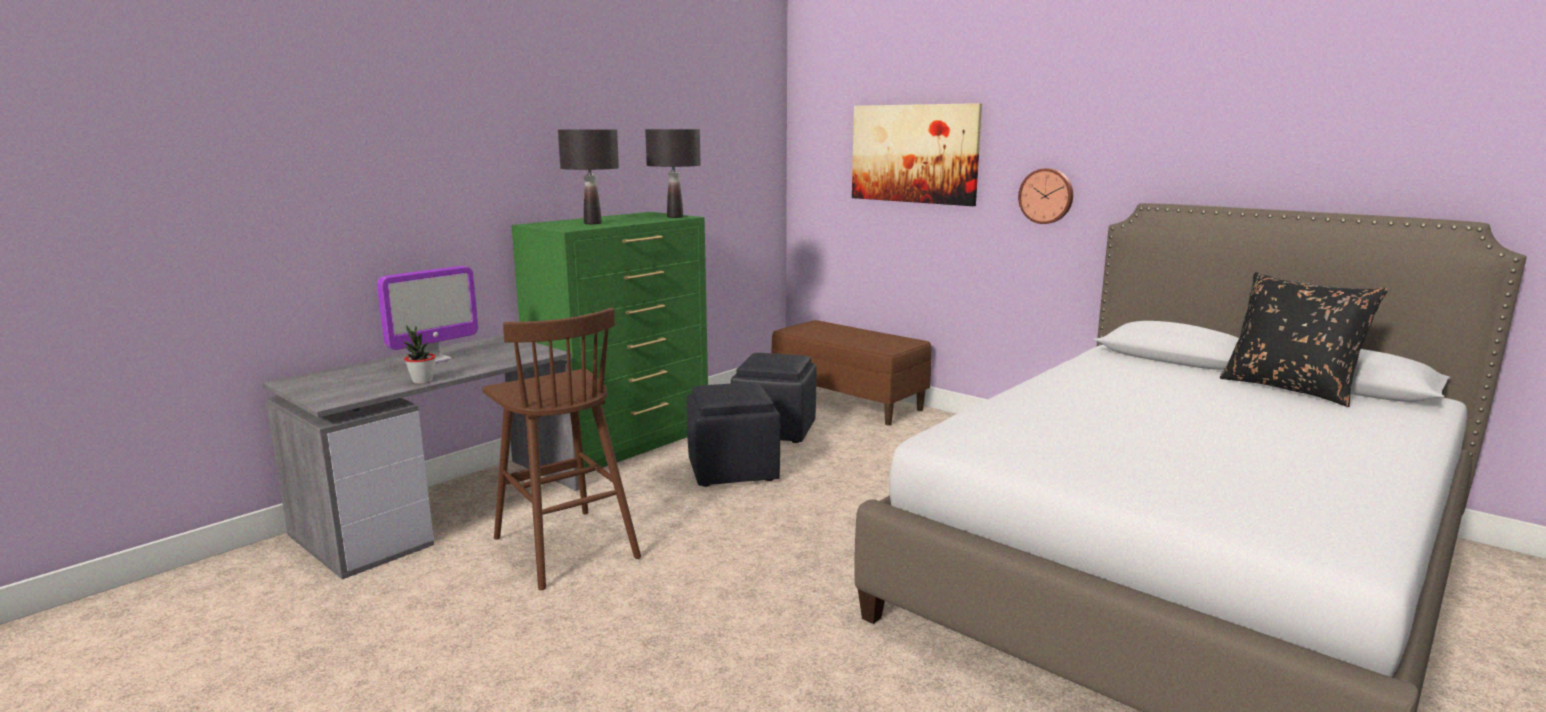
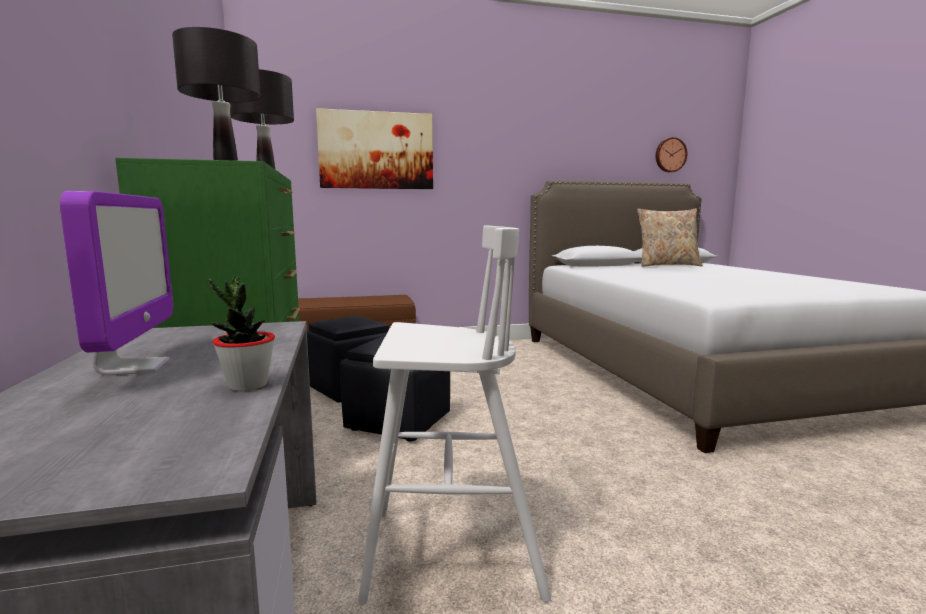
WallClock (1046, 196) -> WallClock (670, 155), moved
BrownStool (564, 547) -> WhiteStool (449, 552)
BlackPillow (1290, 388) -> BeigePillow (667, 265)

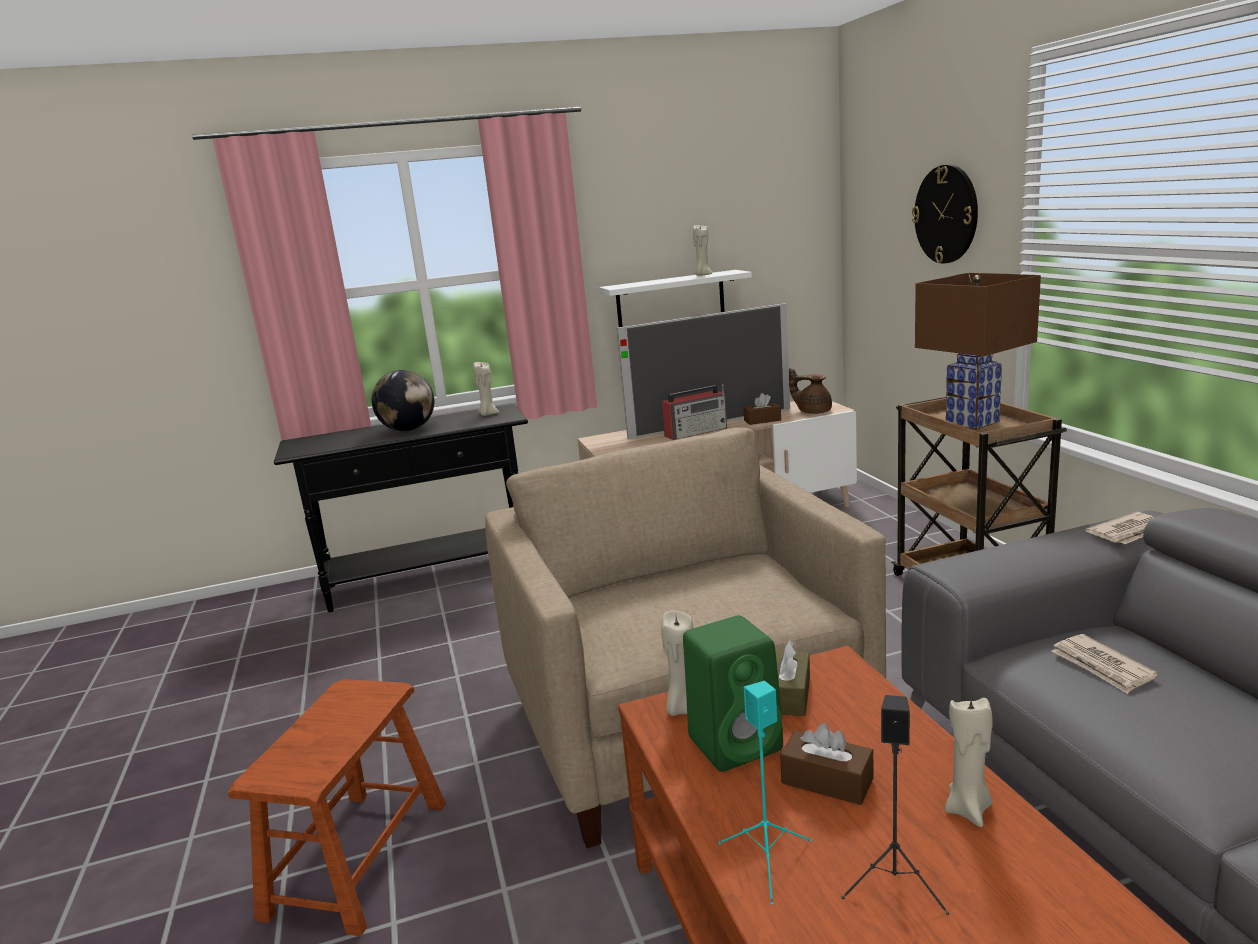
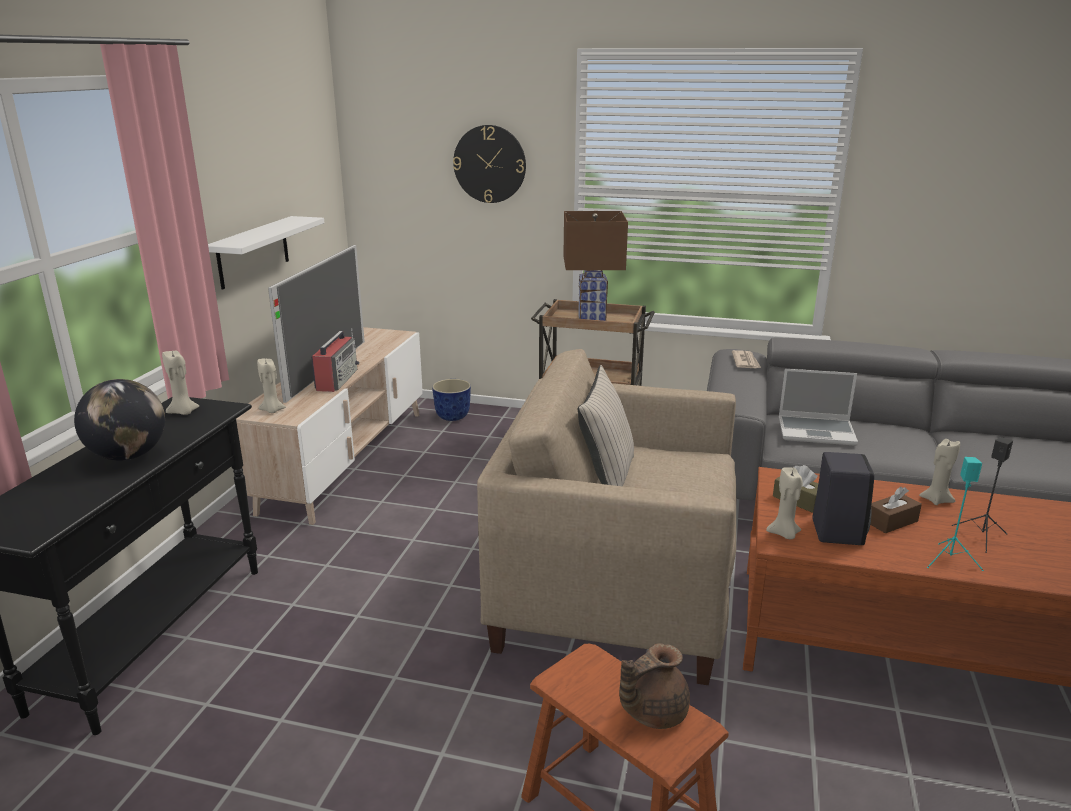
BrownTissueBox (762, 420) -> none
none -> Planter (452, 417)
none -> BeigePillow (606, 478)
BeigeCandle (702, 275) -> BeigeCandle (272, 410), moved
BrownTeapot (813, 411) -> BrownTeapot (652, 712), moved
Newspaper (1102, 666) -> Laptop (817, 431)
GreenSpeaker (737, 742) -> BlackSpeaker (836, 531)

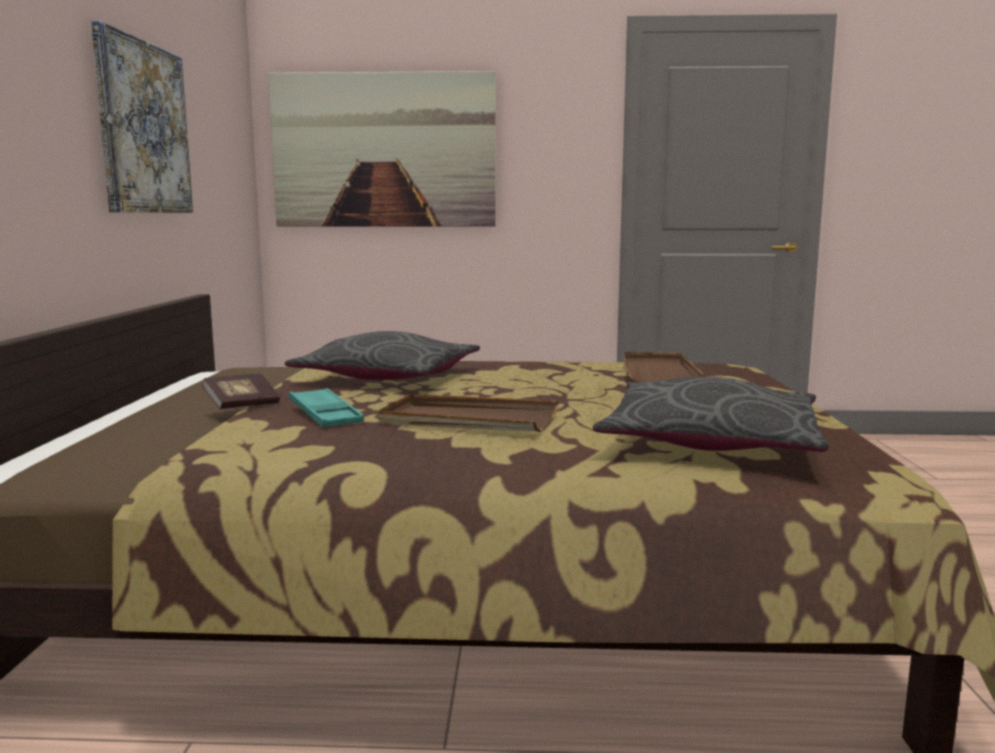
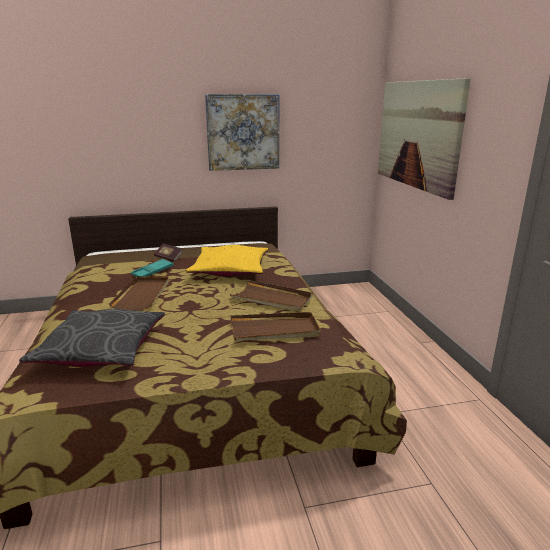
none -> BrownTray (272, 299)
GreyPillow (388, 377) -> YellowPillow (230, 270)

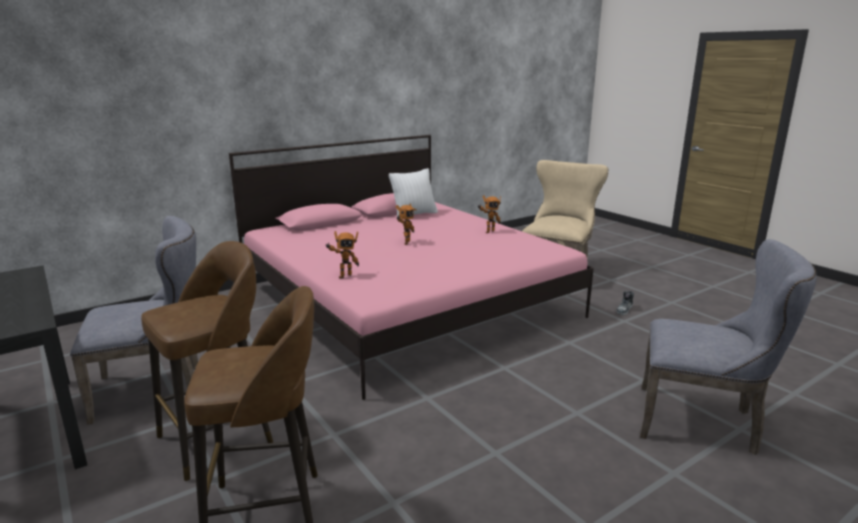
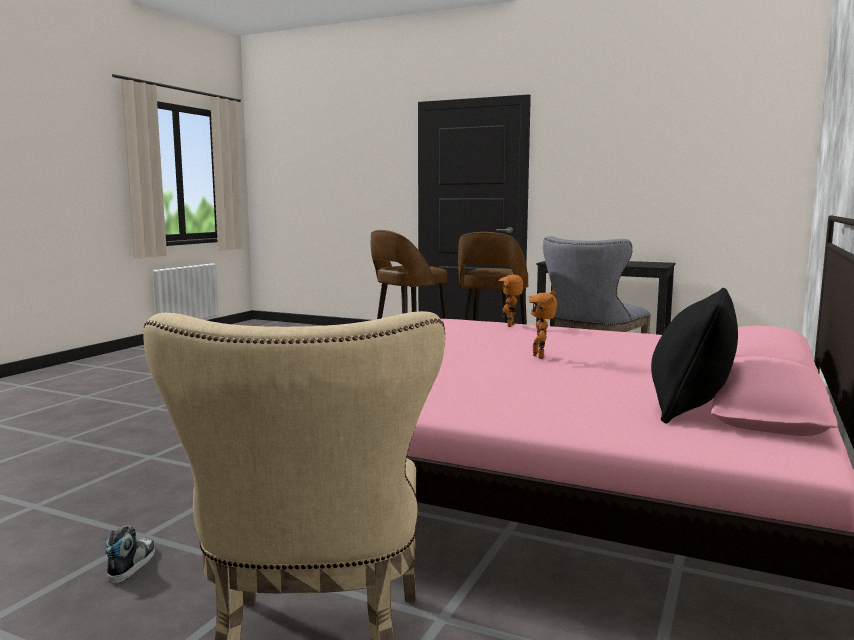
ToyRobot (488, 231) -> none
GreyChair (704, 422) -> none
WhitePillow (414, 215) -> BlackPillow (689, 408)

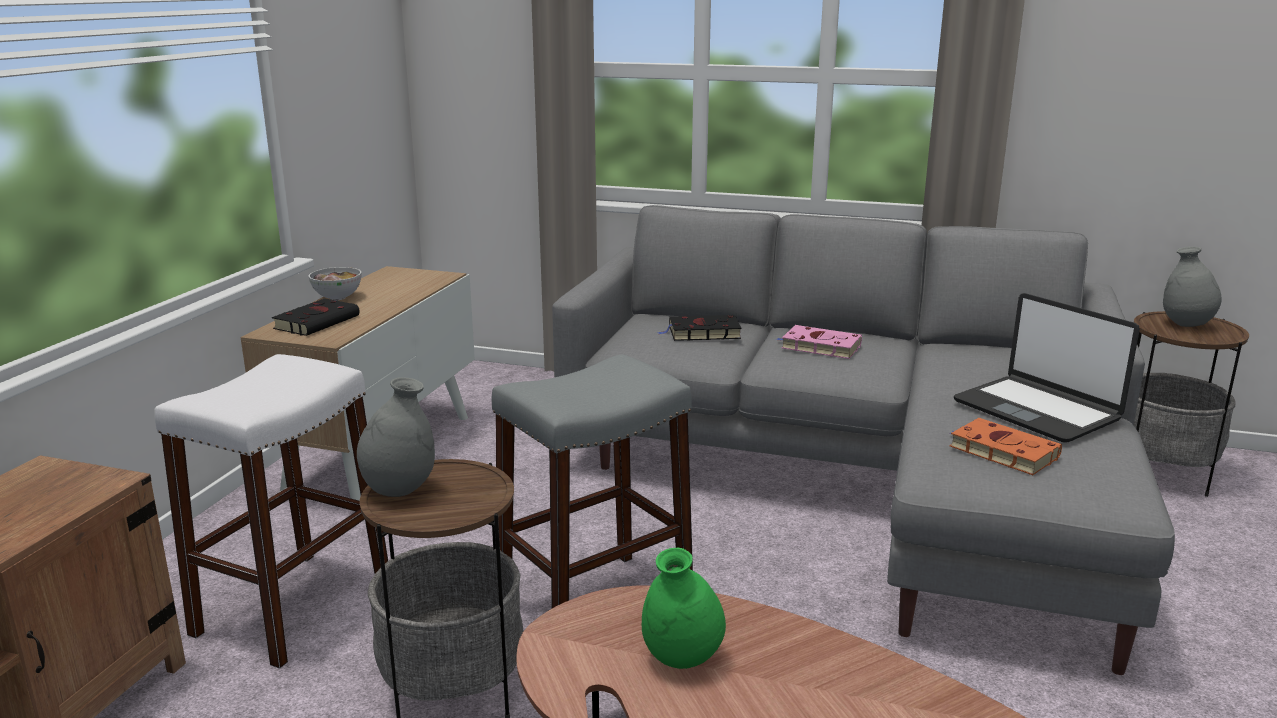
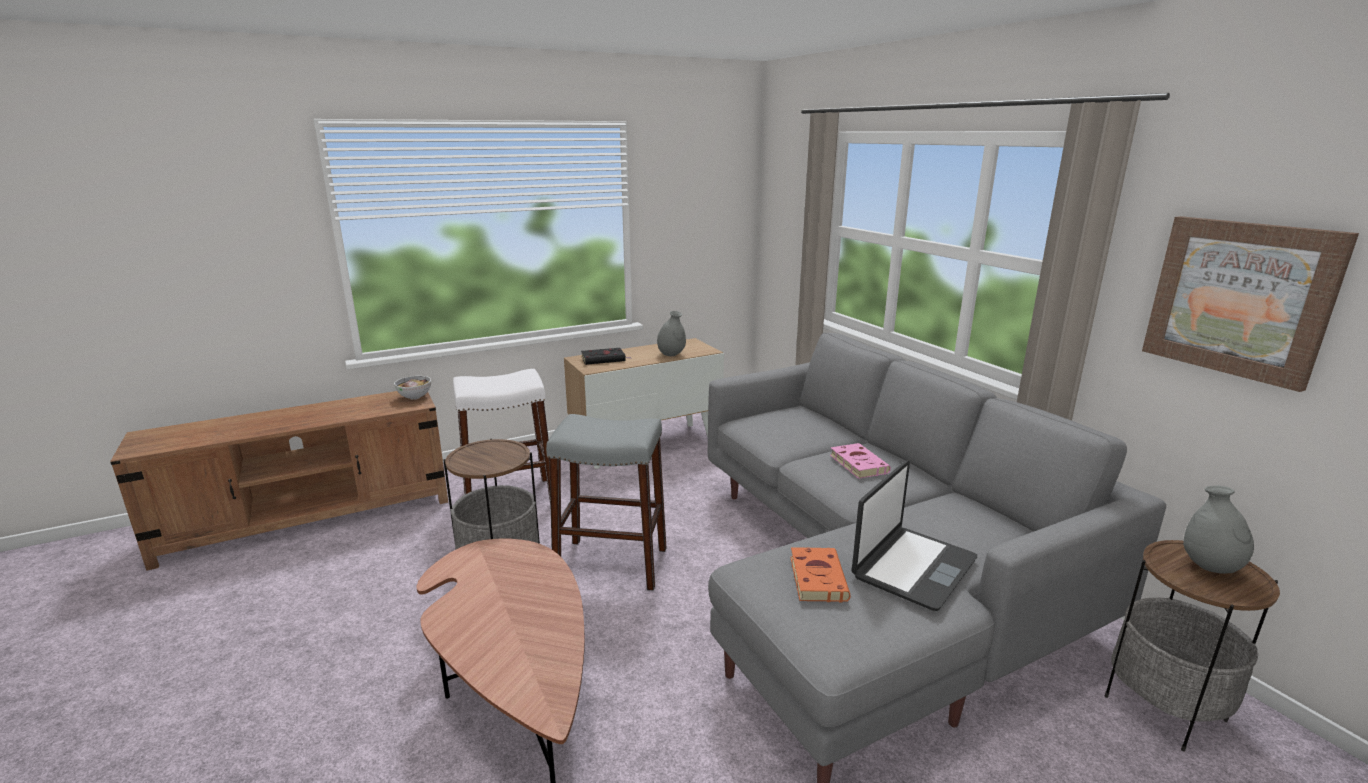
GreenVase (681, 659) -> none
BlackBook (702, 333) -> none
none -> Picture (1240, 298)
Bowl (338, 298) -> Bowl (415, 397), moved
GreyVase (399, 489) -> GreyVase (671, 354), moved
Laptop (1037, 410) -> Laptop (912, 567), 150 degrees counterclockwise

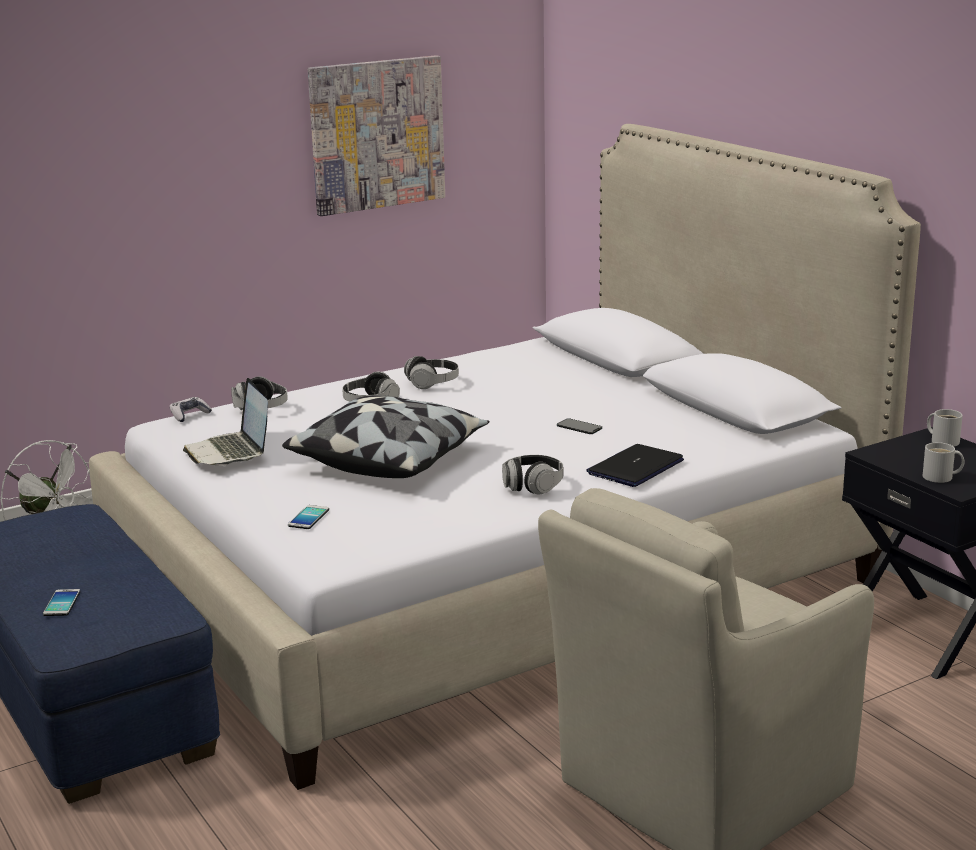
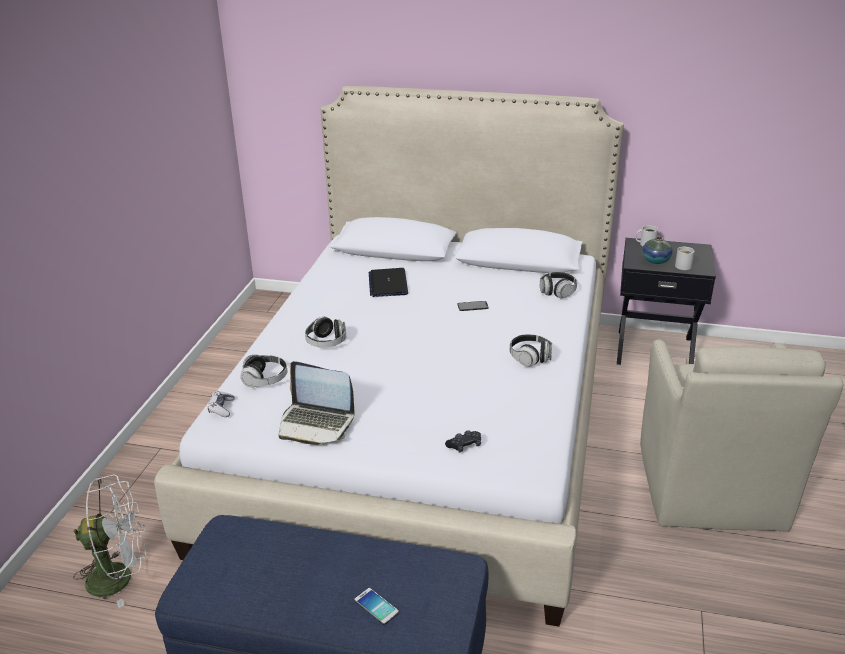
Pillow (389, 460) -> none
Picture (377, 134) -> none
none -> Vase (655, 261)
Headphones (432, 383) -> Headphones (557, 292), moved
Laptop (635, 467) -> Laptop (388, 283), moved
Phone (308, 518) -> BlackGameController (464, 446)

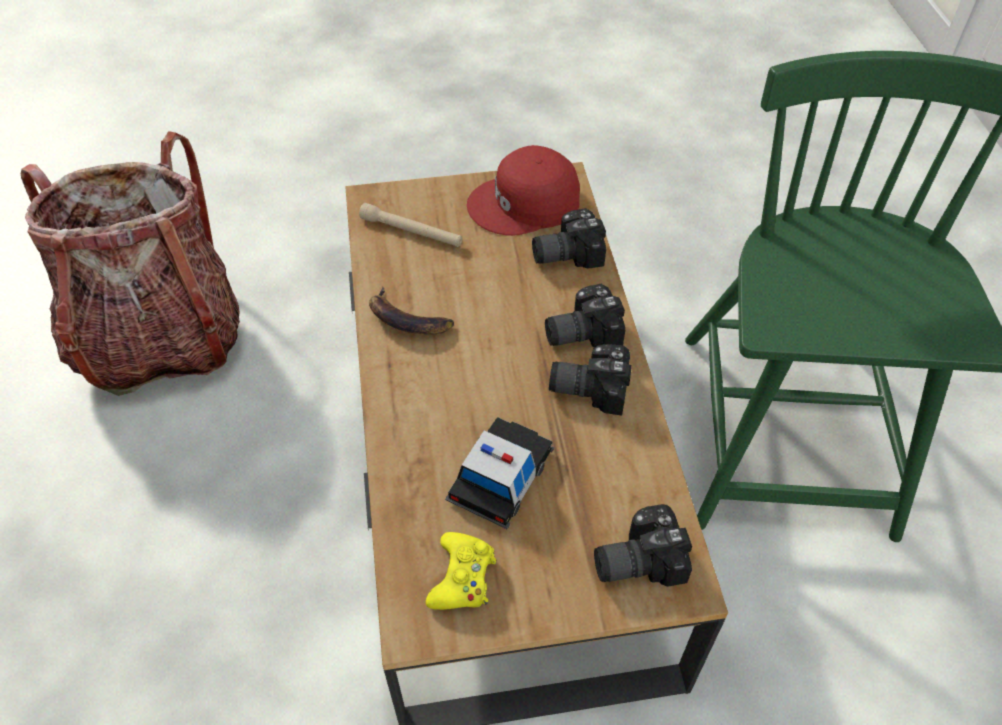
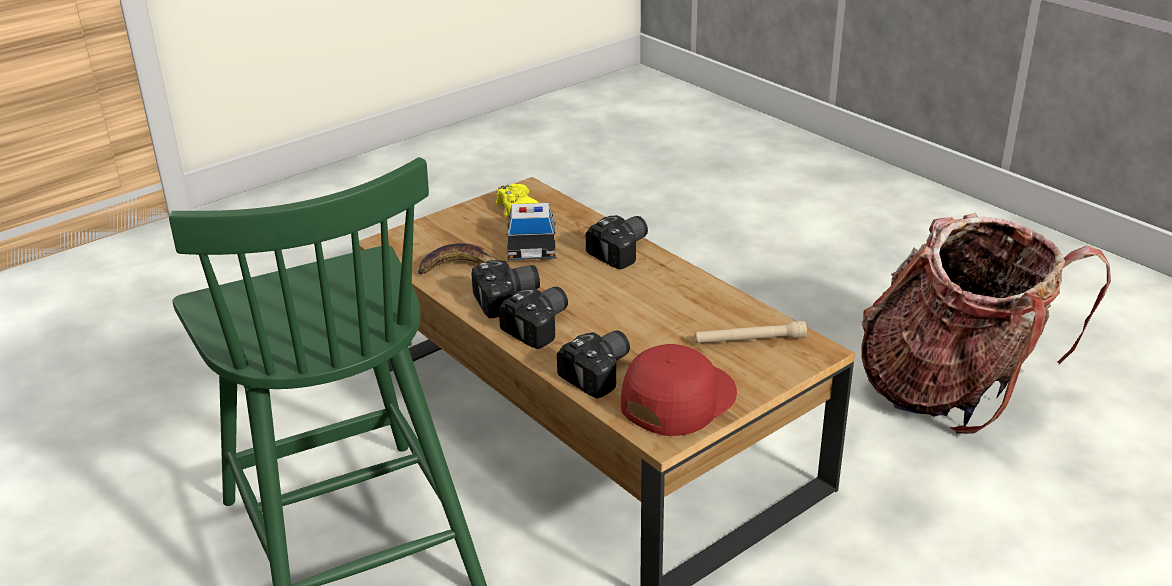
Banana (407, 320) -> Banana (458, 268), moved
PhotoCamera (636, 558) -> PhotoCamera (623, 251), moved

